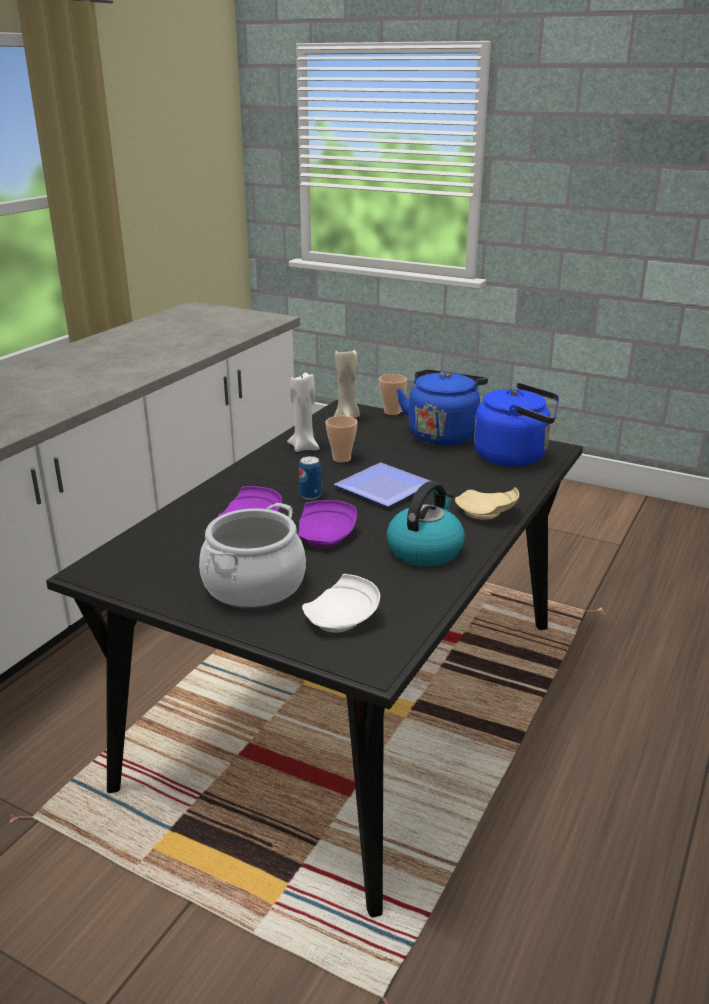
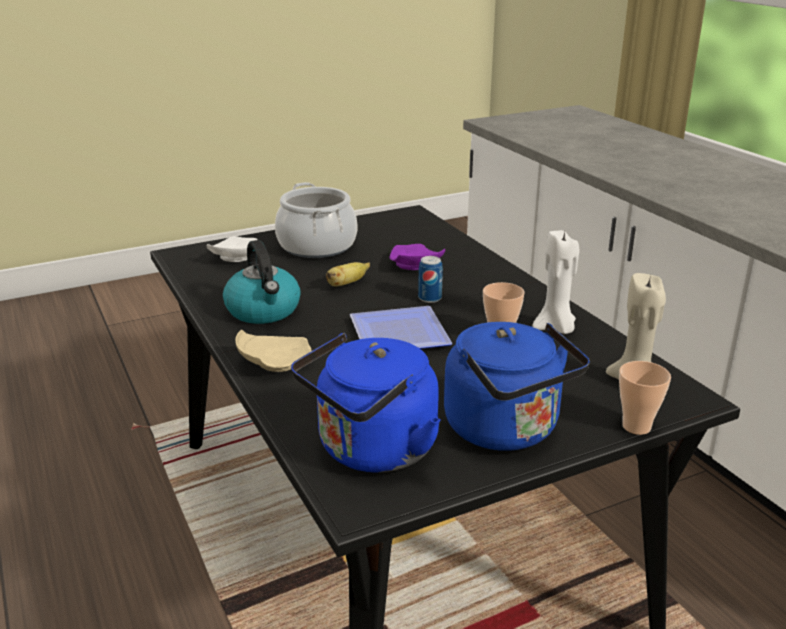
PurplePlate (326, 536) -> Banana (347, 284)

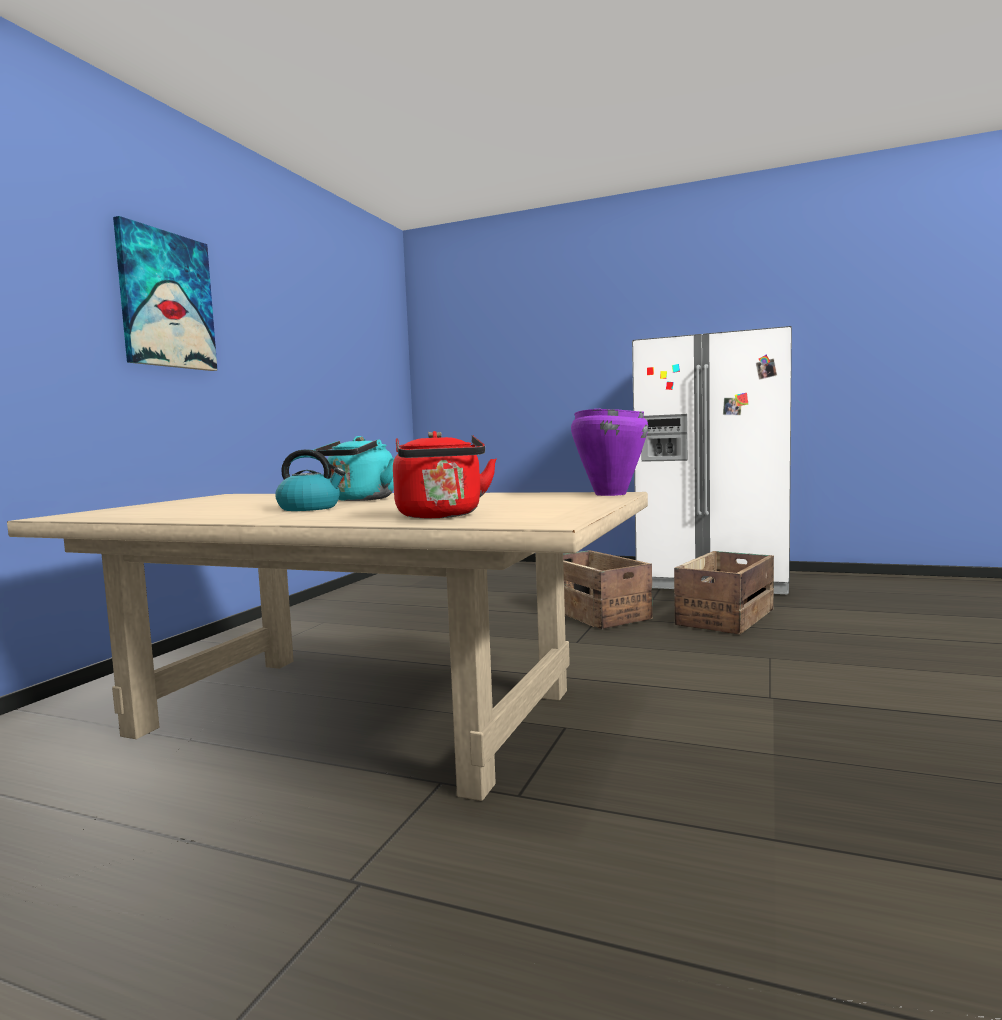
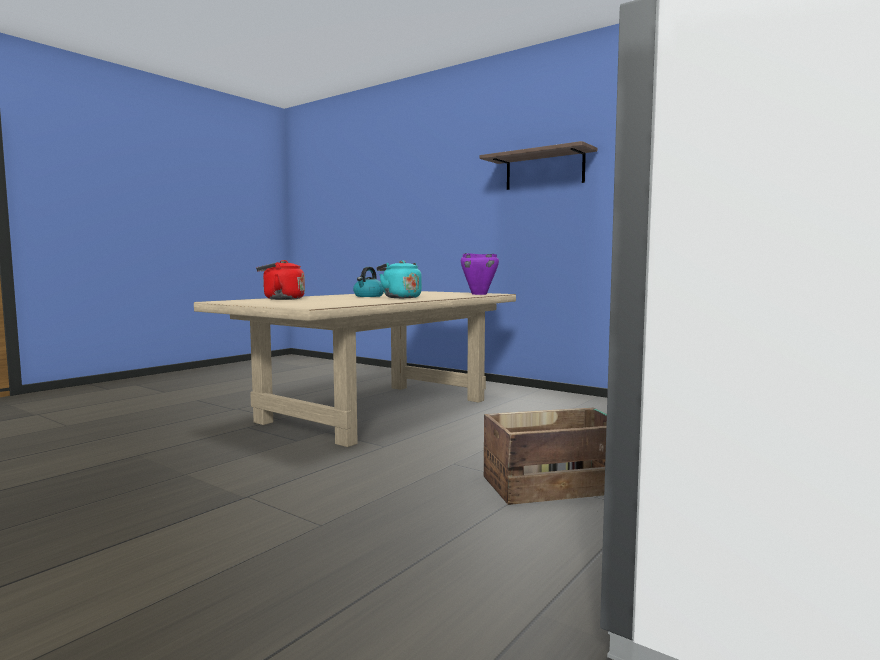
Crate (727, 617) -> none
PurpleCookingPot (609, 494) -> PurpleCookingPot (479, 294), moved
Picture (166, 300) -> Shelf (544, 170)

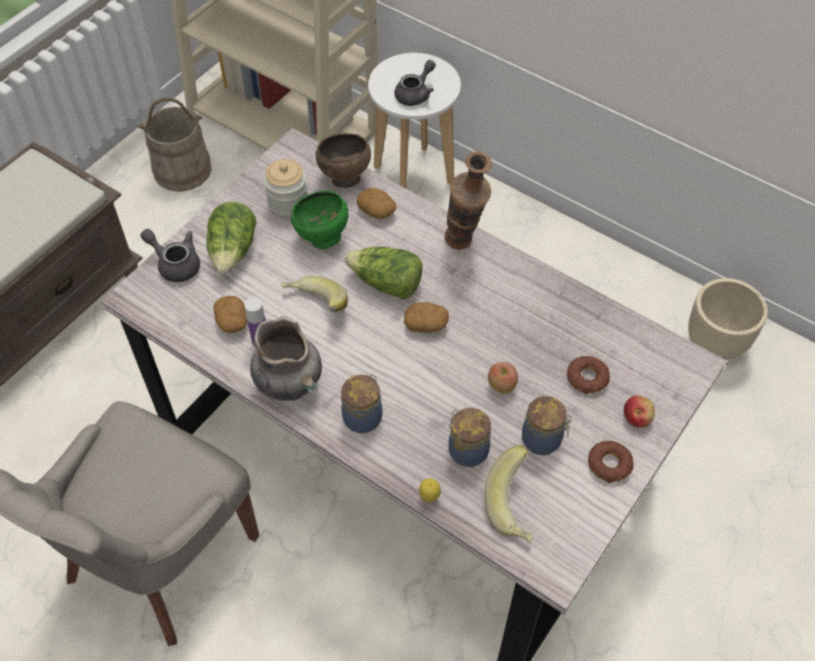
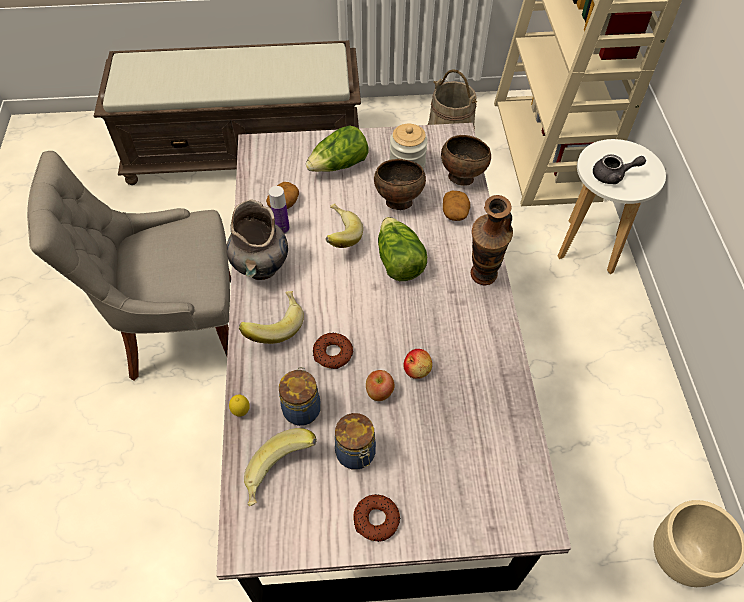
GreyTeapot (175, 264) -> none
Potato (426, 324) -> none
Donut (587, 378) -> Donut (333, 353), moved
Apple (637, 417) -> Apple (417, 369), moved
Jar (363, 416) -> Banana (274, 325)
GreenBowl (322, 239) -> BrownBowl (397, 201)

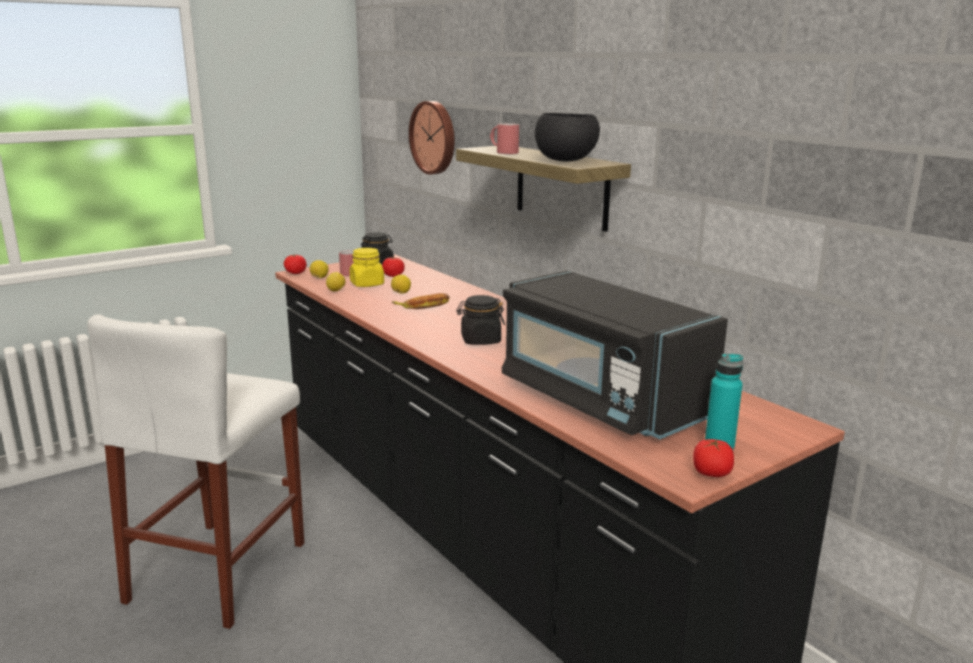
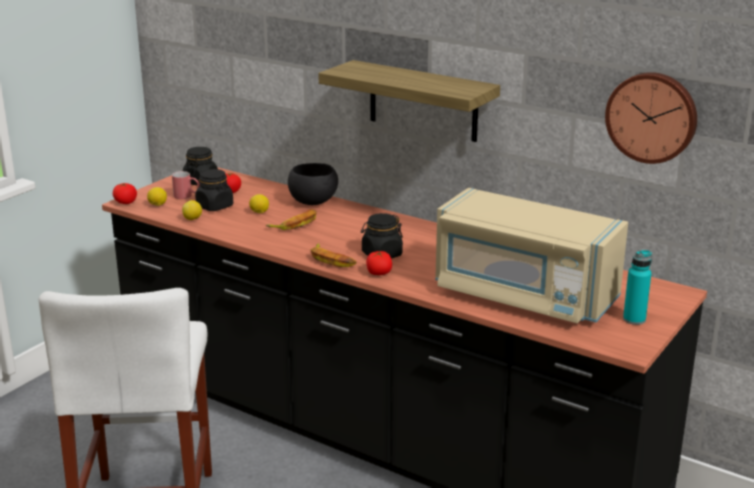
RedMug (503, 152) -> none
none -> Banana (331, 260)
WallClock (434, 137) -> WallClock (652, 117), moved
BlackBowl (565, 160) -> BlackBowl (313, 202), moved
Tomato (711, 473) -> Tomato (379, 273), moved
YellowJar (367, 284) -> BlackJar (215, 206)
BlackMicrowave (599, 399) -> BeigeMicrowave (523, 295)

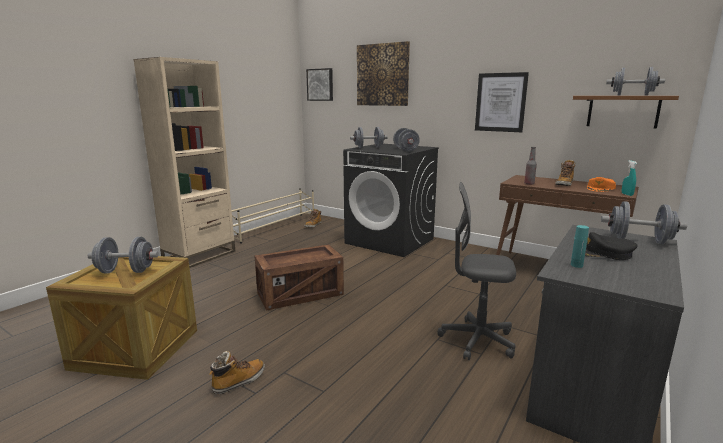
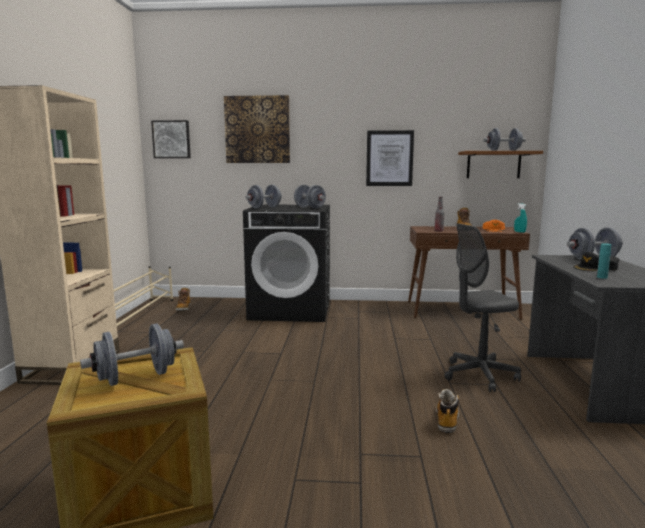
Crate (300, 294) -> none
Boot (239, 381) -> Boot (447, 420), moved

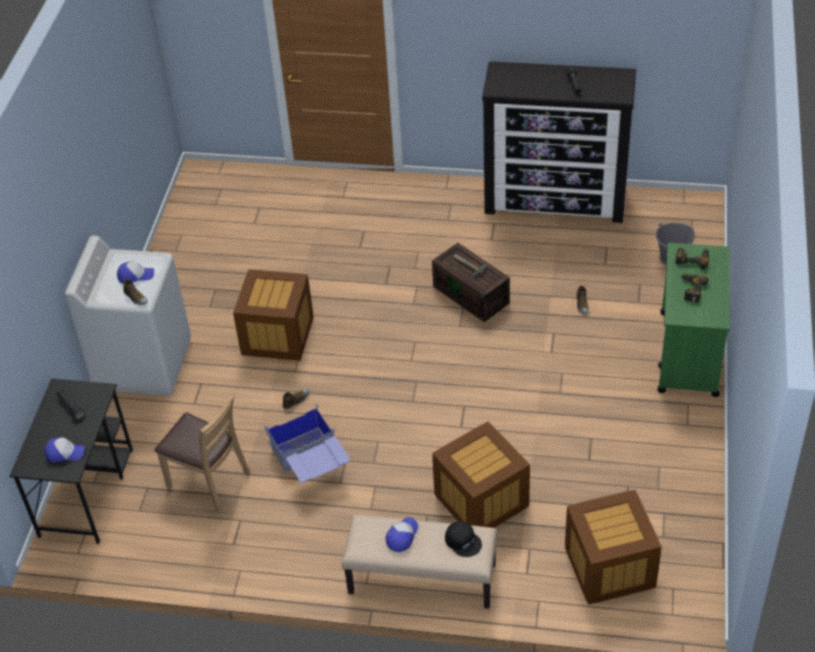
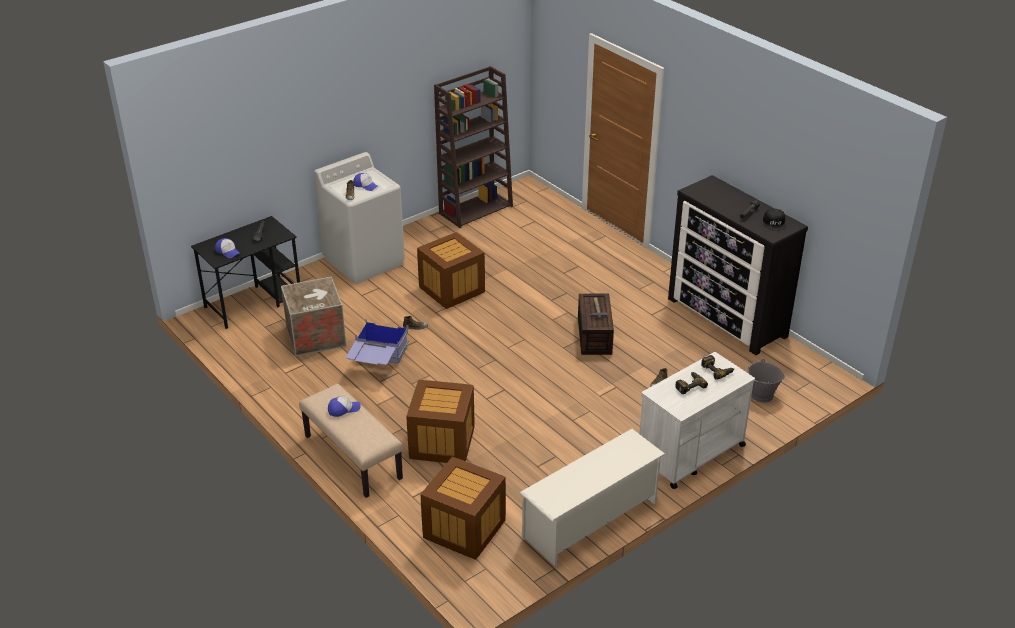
none -> BrownBookcase (476, 209)
none -> WhiteShoeRack (591, 520)
BlackCap (463, 541) -> BlackCap (774, 223), moved
BrownChair (209, 482) -> Crate (316, 336)
GreenCart (688, 354) -> WhiteCart (690, 453)

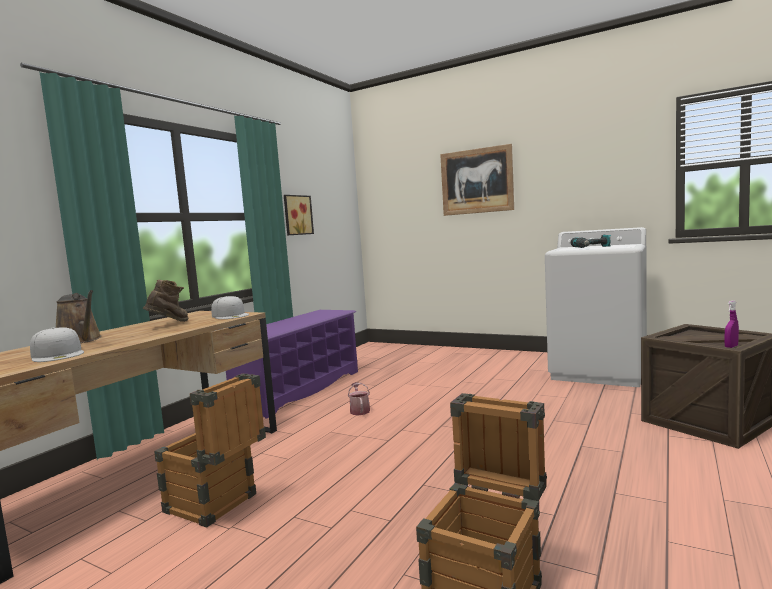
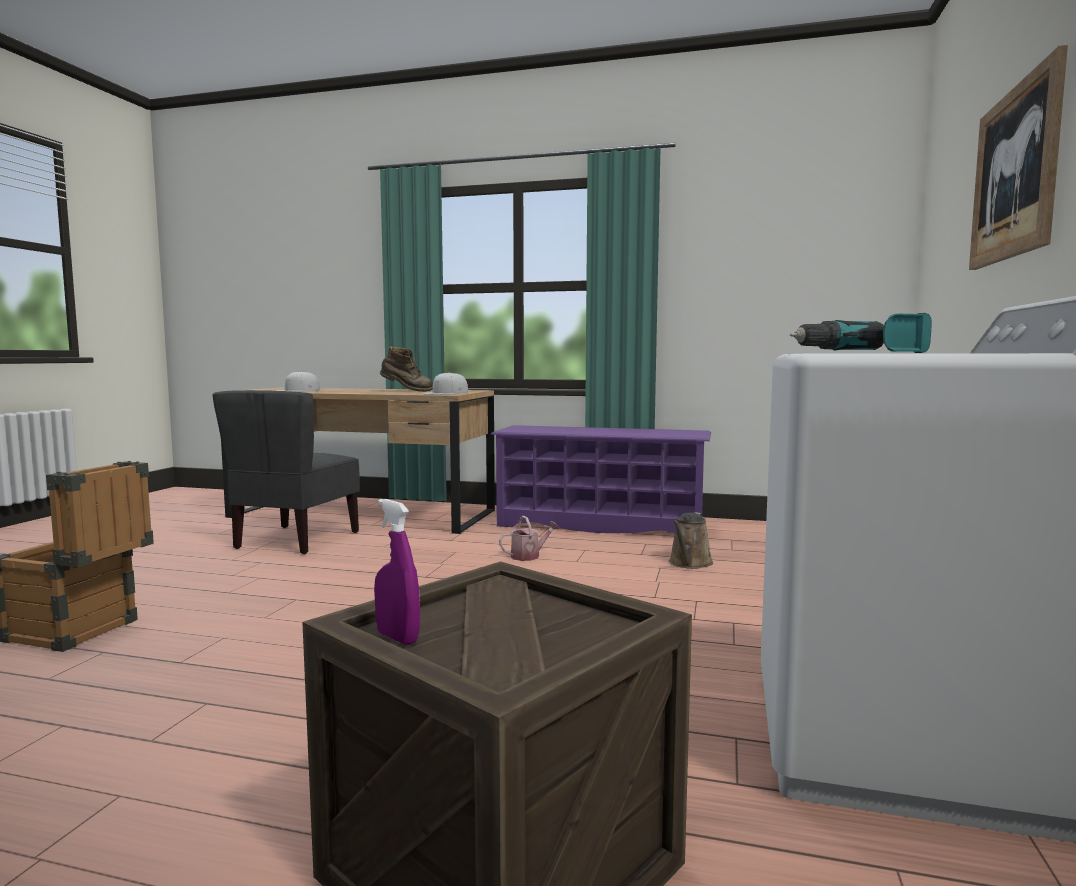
Picture (297, 215) -> none
BrownWateringCan (80, 341) -> BrownWateringCan (689, 563), moved
Crate (217, 506) -> GreyChair (296, 540)

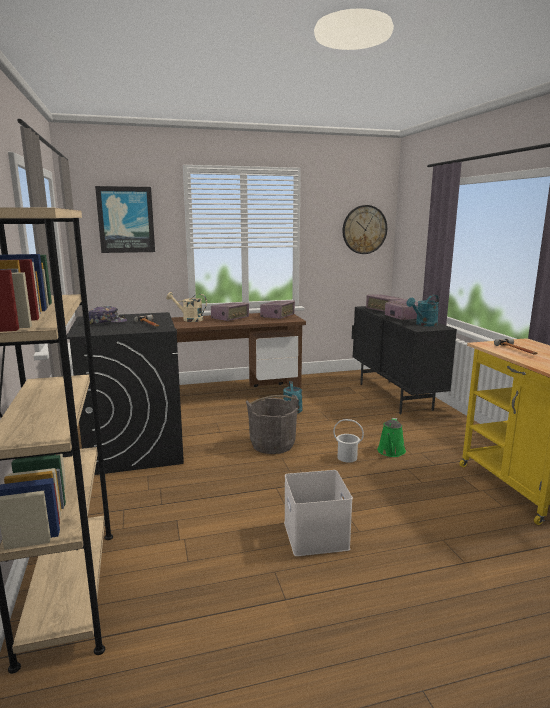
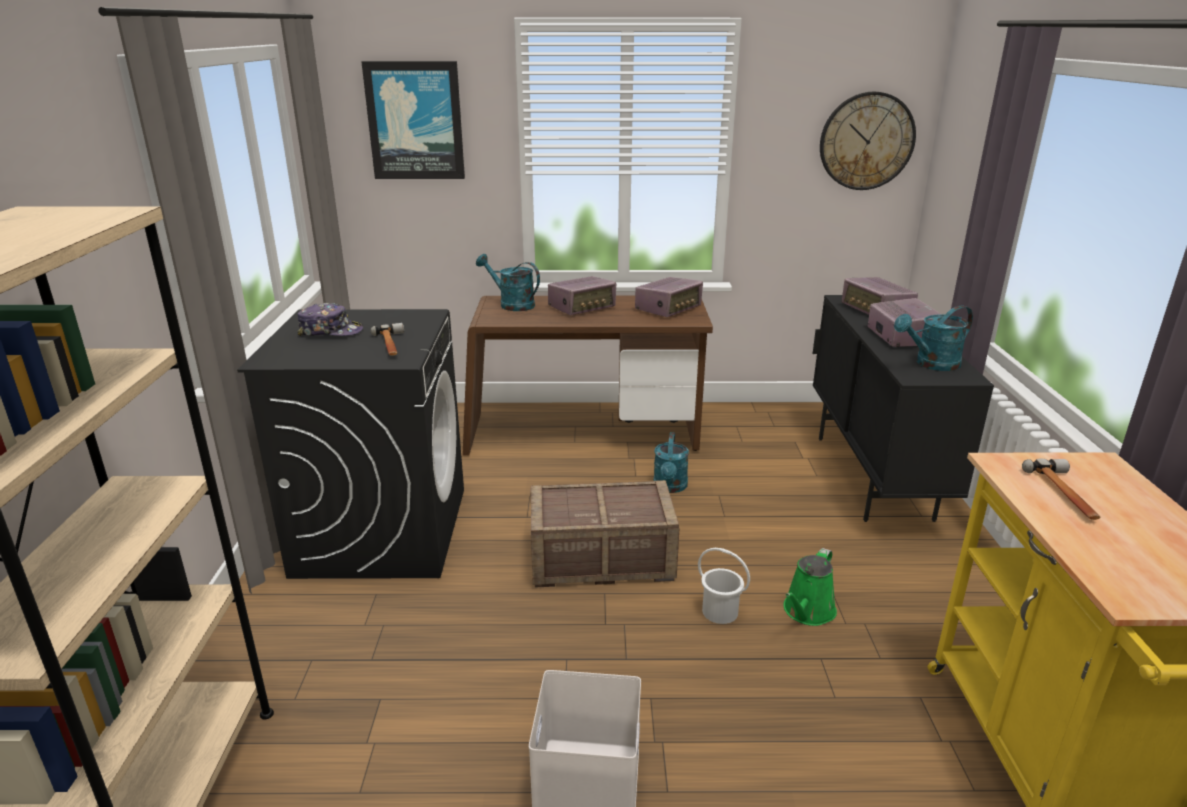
GreyBucket (272, 444) -> Crate (602, 559)
BeigeWateringCan (189, 319) -> TurquoiseWateringCan (511, 304)

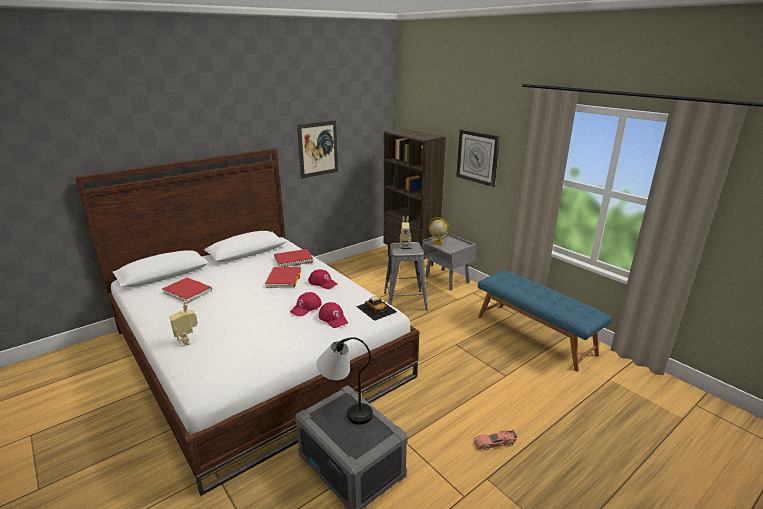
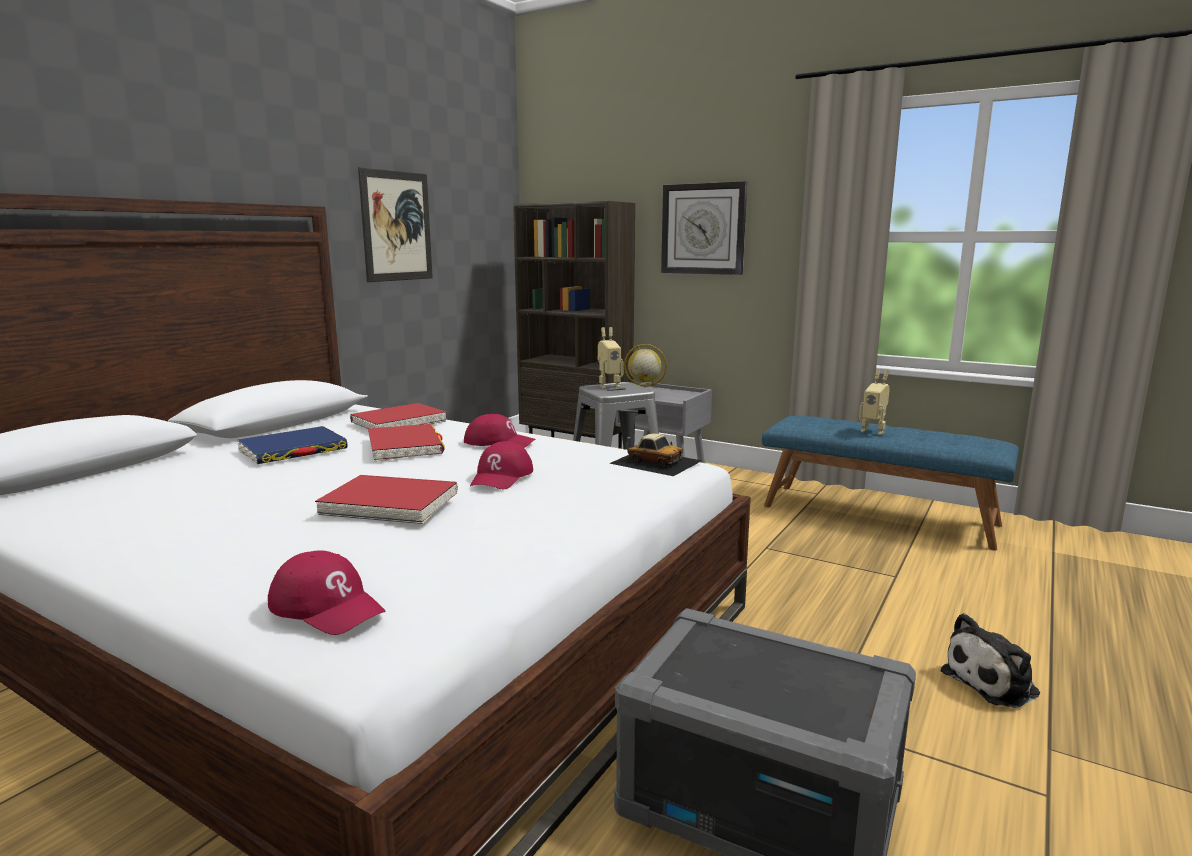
TableLamp (345, 408) -> none
none -> BlueBook (293, 450)
RedBook (187, 292) -> RedBook (390, 504), moved
ToyRobot (188, 341) -> ToyRobot (873, 431), moved
RedCap (333, 318) -> RedCap (327, 606), moved
ToyCar (494, 443) -> PlushToy (994, 682)

